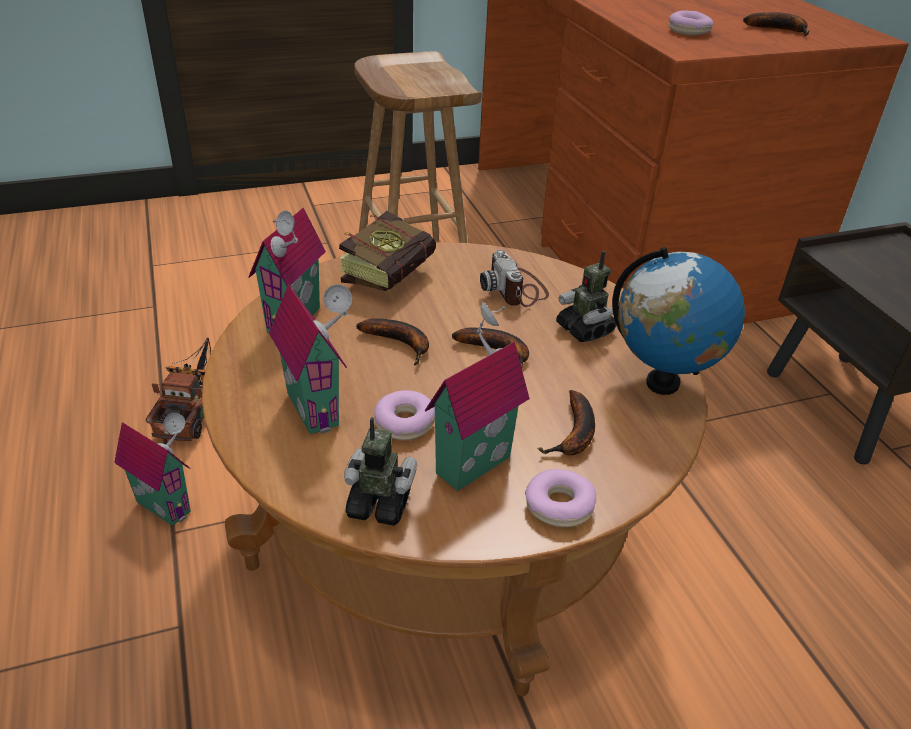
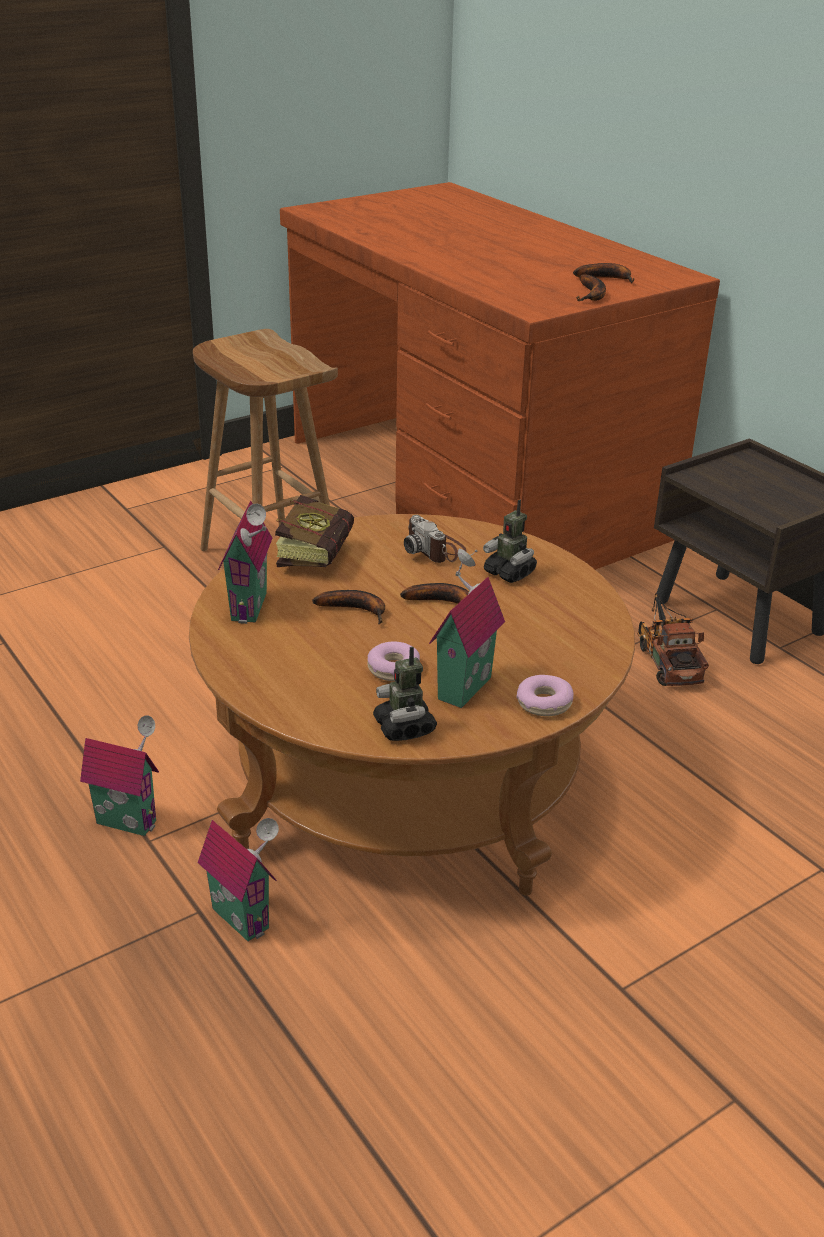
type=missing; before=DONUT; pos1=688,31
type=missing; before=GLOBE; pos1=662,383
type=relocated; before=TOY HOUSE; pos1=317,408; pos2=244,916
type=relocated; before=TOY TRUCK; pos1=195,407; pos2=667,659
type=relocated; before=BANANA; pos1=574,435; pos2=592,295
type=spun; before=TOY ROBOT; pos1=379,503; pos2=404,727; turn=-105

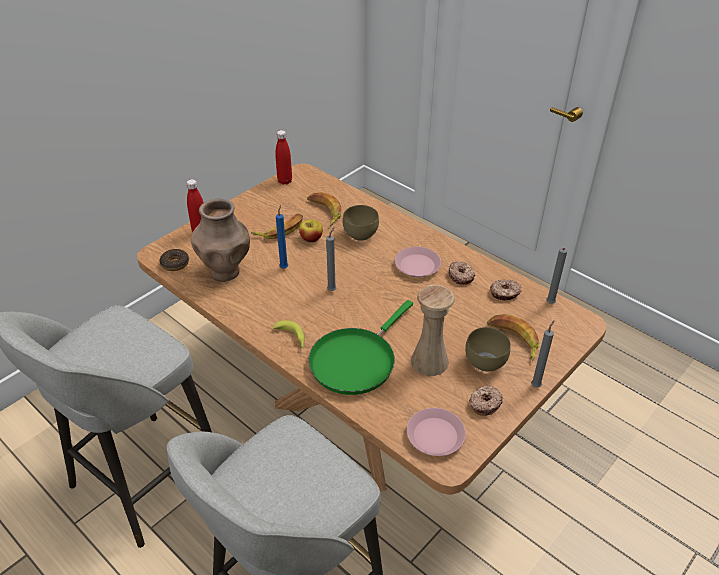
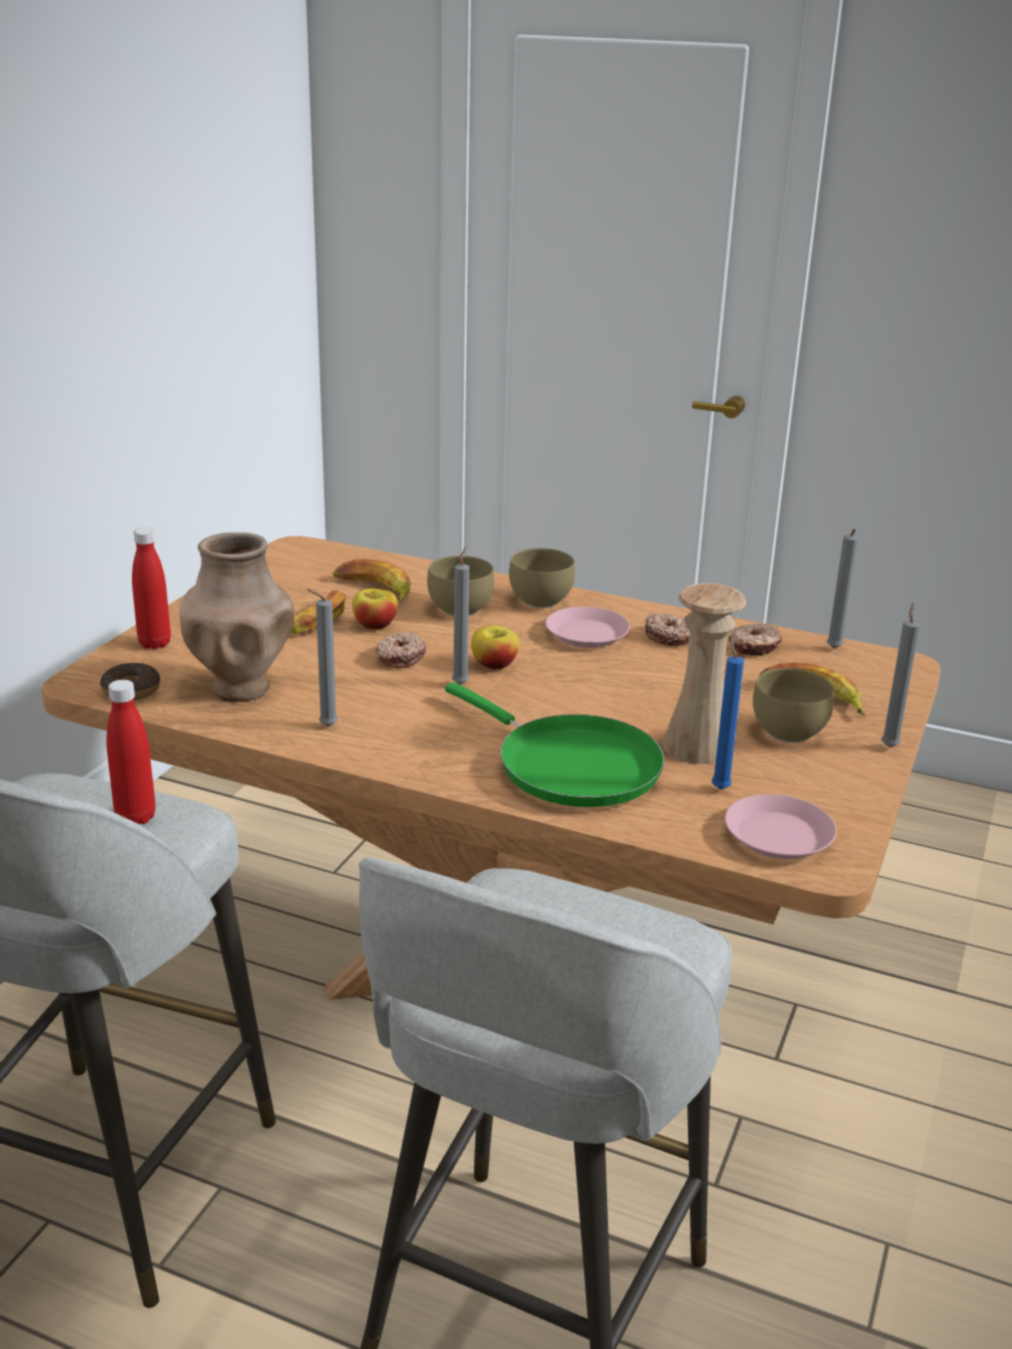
type=relocated; before=RED BOTTLE; pos1=285,181; pos2=135,817
type=relocated; before=BLUE CANDLE; pos1=284,267; pos2=719,787
type=spun; before=GREEN FRYING PAN; pos1=356,360; pos2=570,765; turn=-60
type=missing; before=BANANA; pos1=292,338
type=relocated; before=DONUT; pos1=484,403; pos2=399,658
type=appeared; after=BROWN BOWL; pos2=539,602
type=appeared; after=GREY CANDLE; pos2=325,726
type=appeared; after=APPLE; pos2=494,665

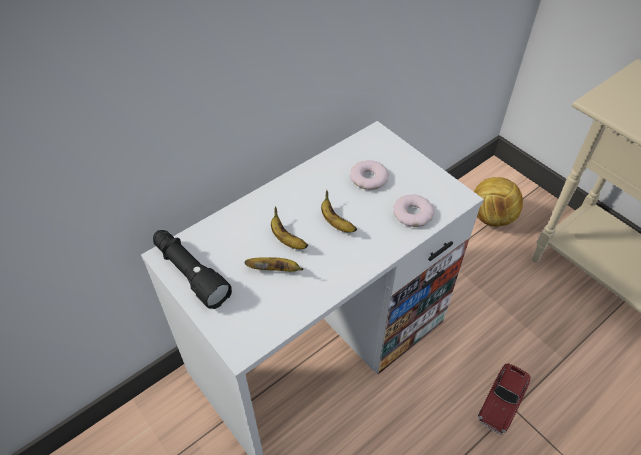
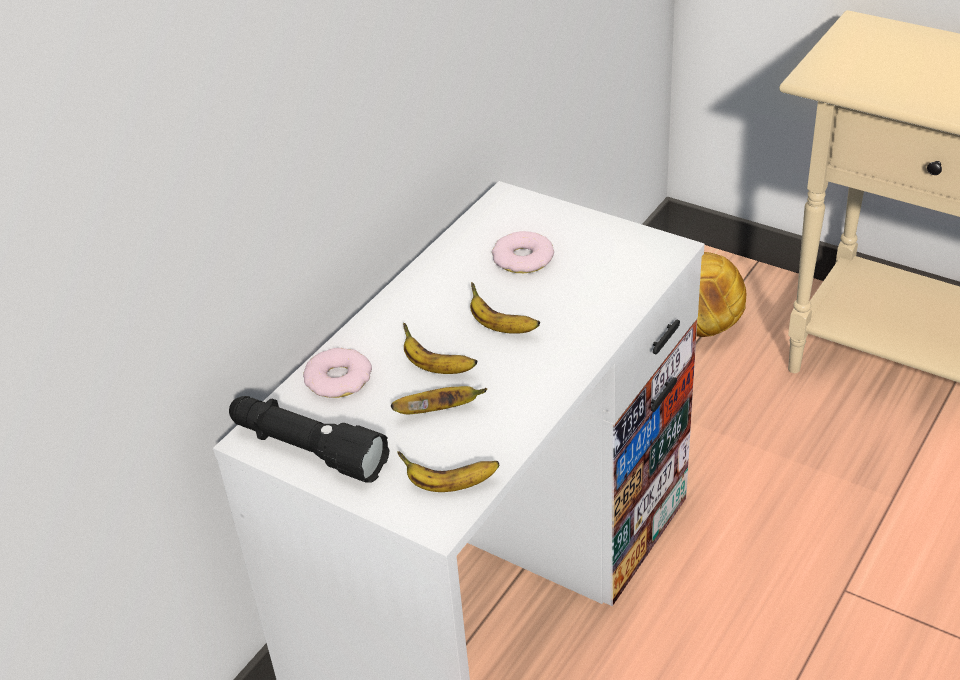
type=relocated; before=DONUT; pos1=413,214; pos2=338,379
type=missing; before=TOY CAR; pos1=502,401
type=appeared; after=BANANA; pos2=450,485

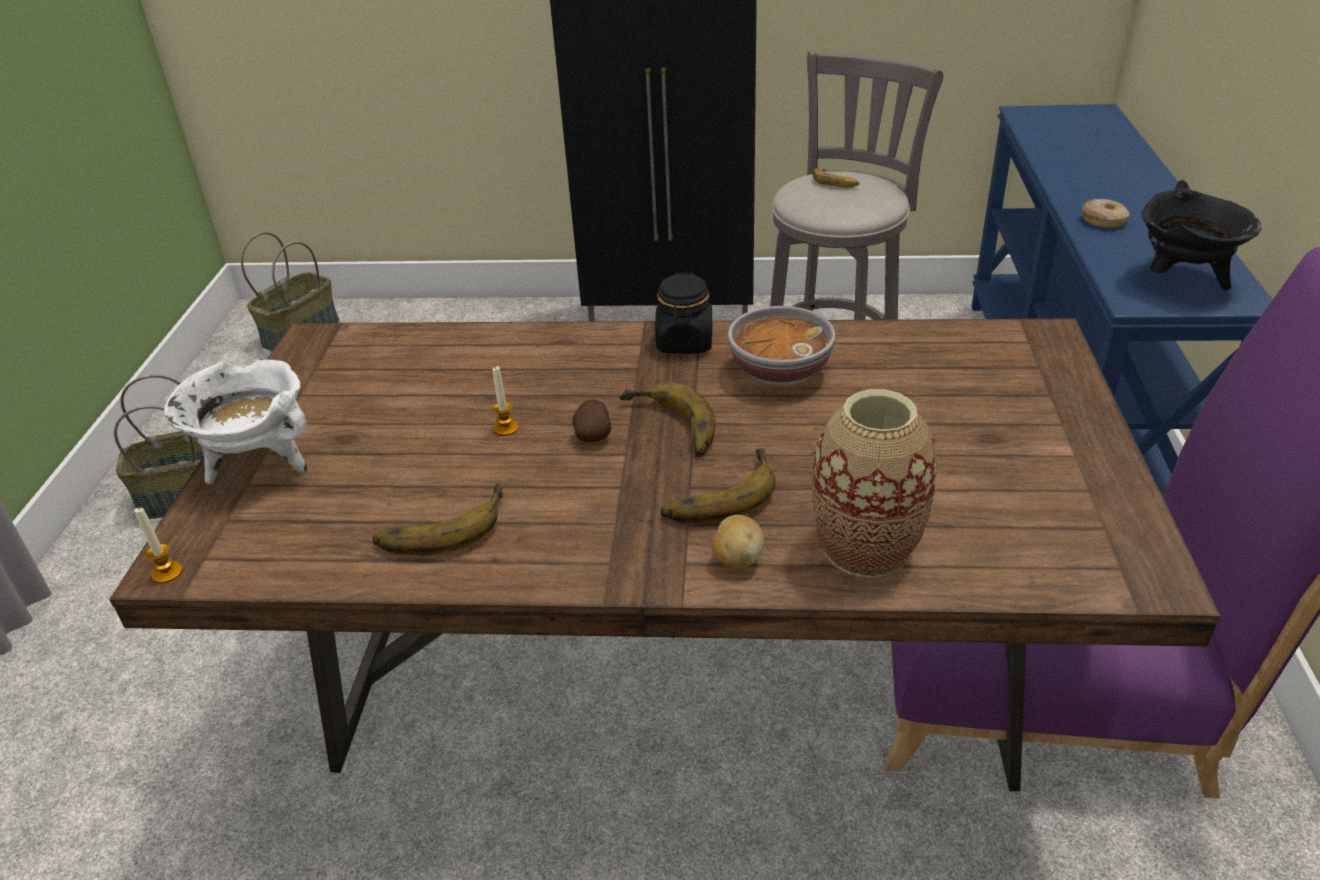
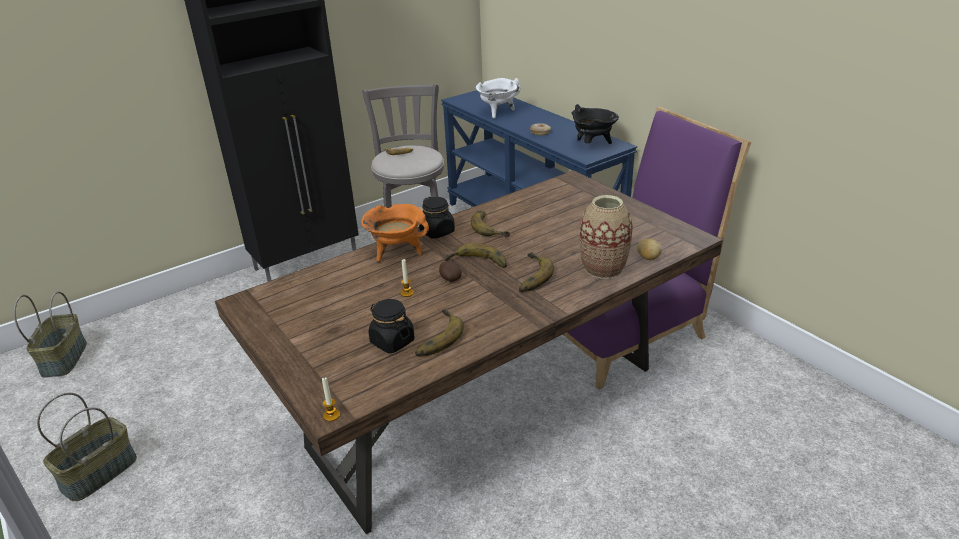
type=exchanged; before=BOWL; after=BANANA; pos1=779,370; pos2=491,227
type=relocated; before=WHITE COOKING POT; pos1=259,463; pos2=497,113
type=relocated; before=POTATO; pos1=737,559; pos2=648,258
type=appeared; after=ORANGE COOKING POT; pos2=397,253
type=appeared; after=BLACK JAR; pos2=392,341

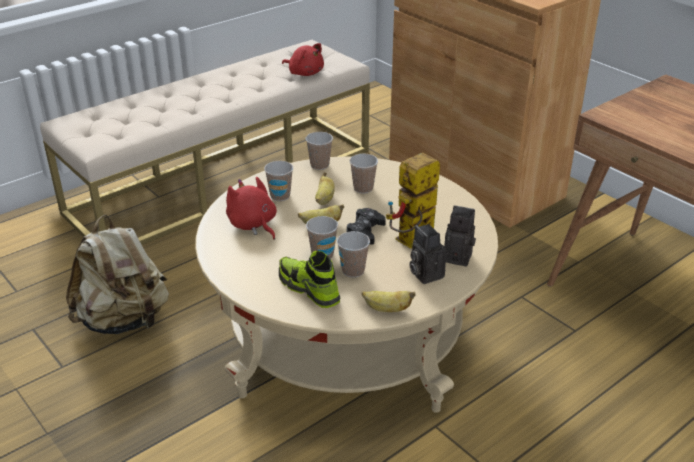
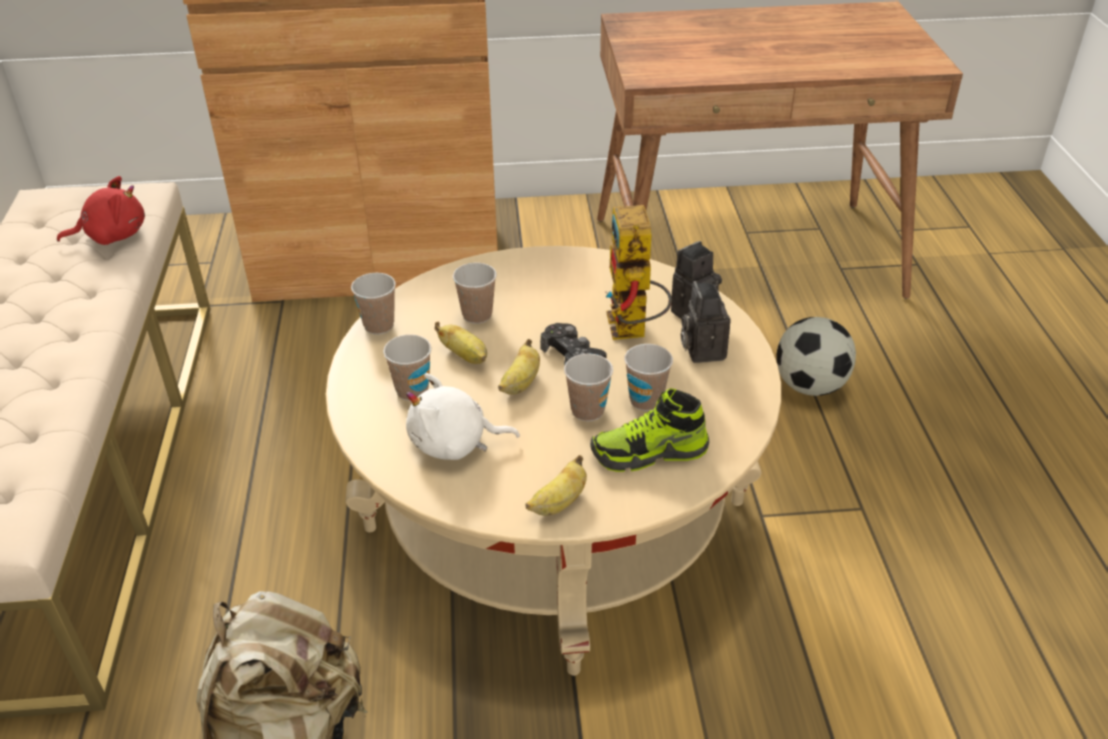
type=colour; before=RED PLUSH TOY; after=WHITE PLUSH TOY; pos1=253,225; pos2=454,444
type=spun; before=PHOTO CAMERA; pos1=424,274; pos2=701,349; turn=75
type=relocated; before=BANANA; pos1=387,309; pos2=558,503
type=appeared; after=FOOTBALL; pos2=810,385

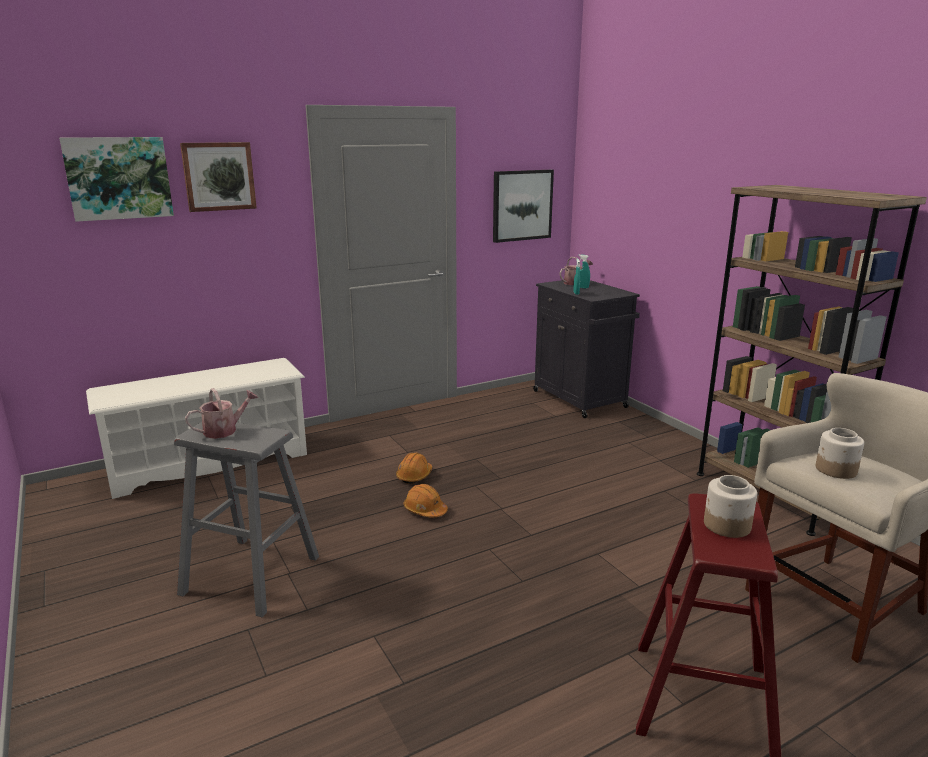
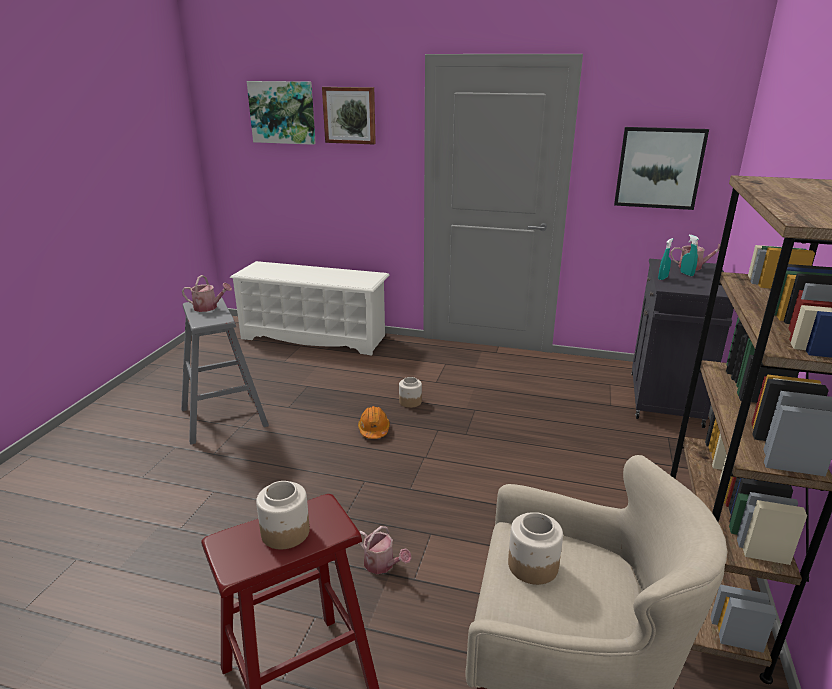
type=exchanged; before=ORANGE HARD HAT; after=JAR; pos1=414,476; pos2=410,402
type=appeared; after=WATERING CAN; pos2=382,565

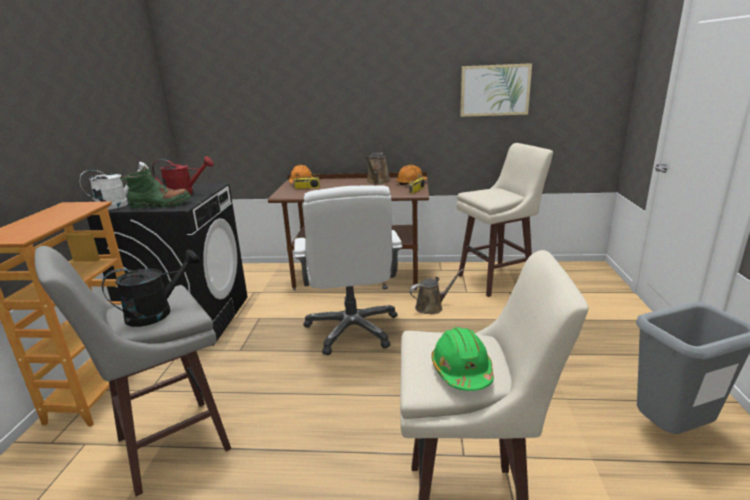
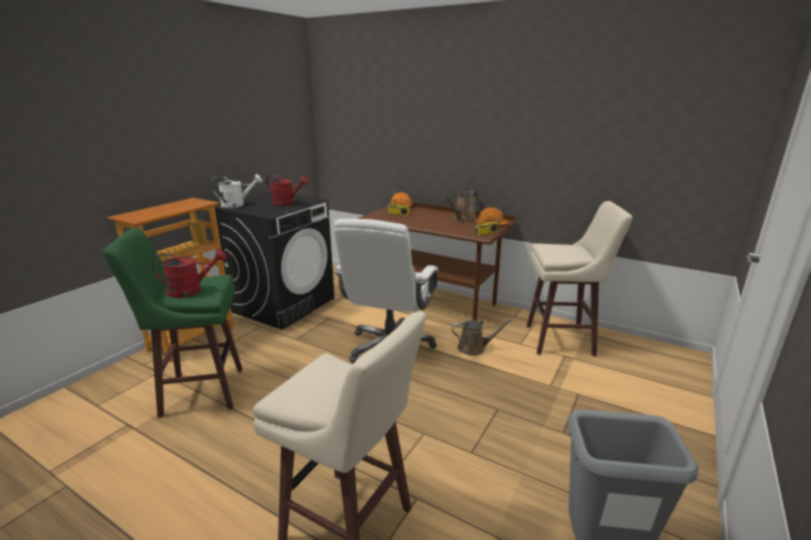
type=missing; before=PICTURE; pos1=494,90
type=missing; before=GREEN BOOT; pos1=160,205
type=colour; before=GREY STOOL; after=GREEN STOOL; pos1=169,445; pos2=200,391
type=colour; before=BLACK WATERING CAN; after=RED WATERING CAN; pos1=157,312; pos2=191,290
type=missing; before=GREEN HARD HAT; pos1=461,371

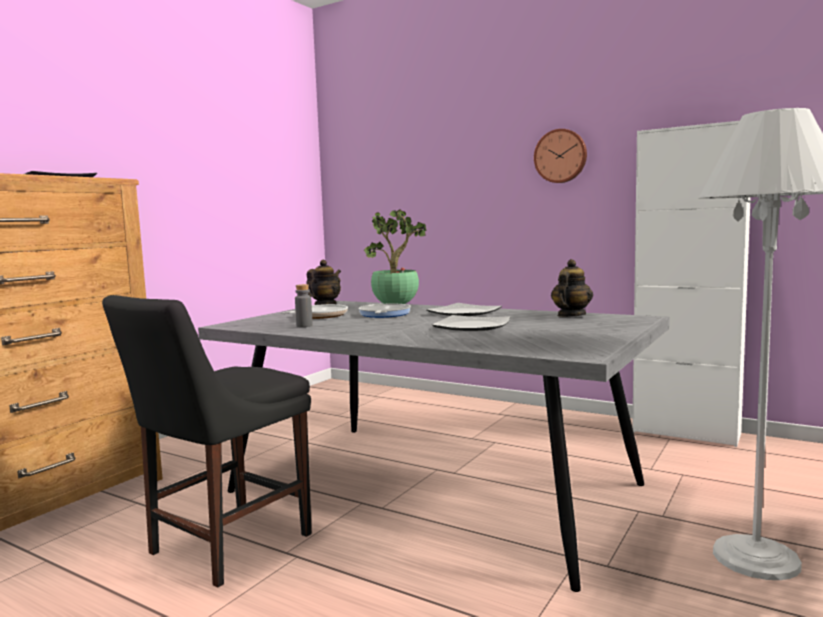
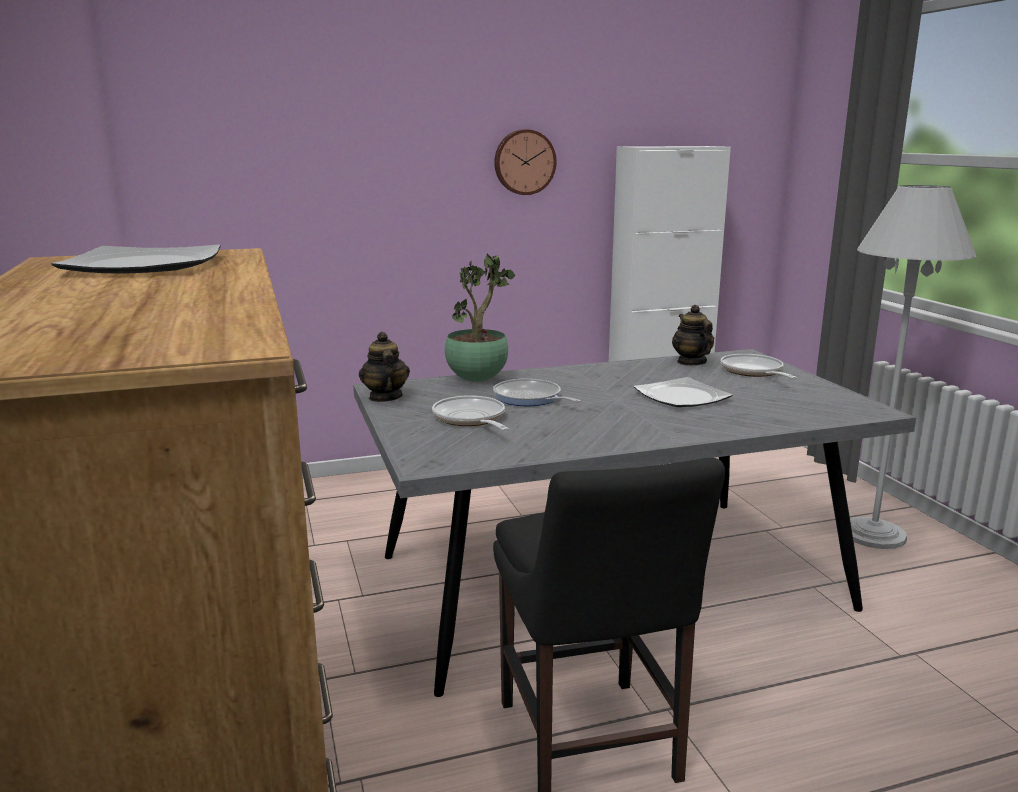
type=missing; before=GREY BOTTLE; pos1=304,326
type=missing; before=PLATE; pos1=464,312
type=appeared; after=FRYING PAN; pos2=753,372

